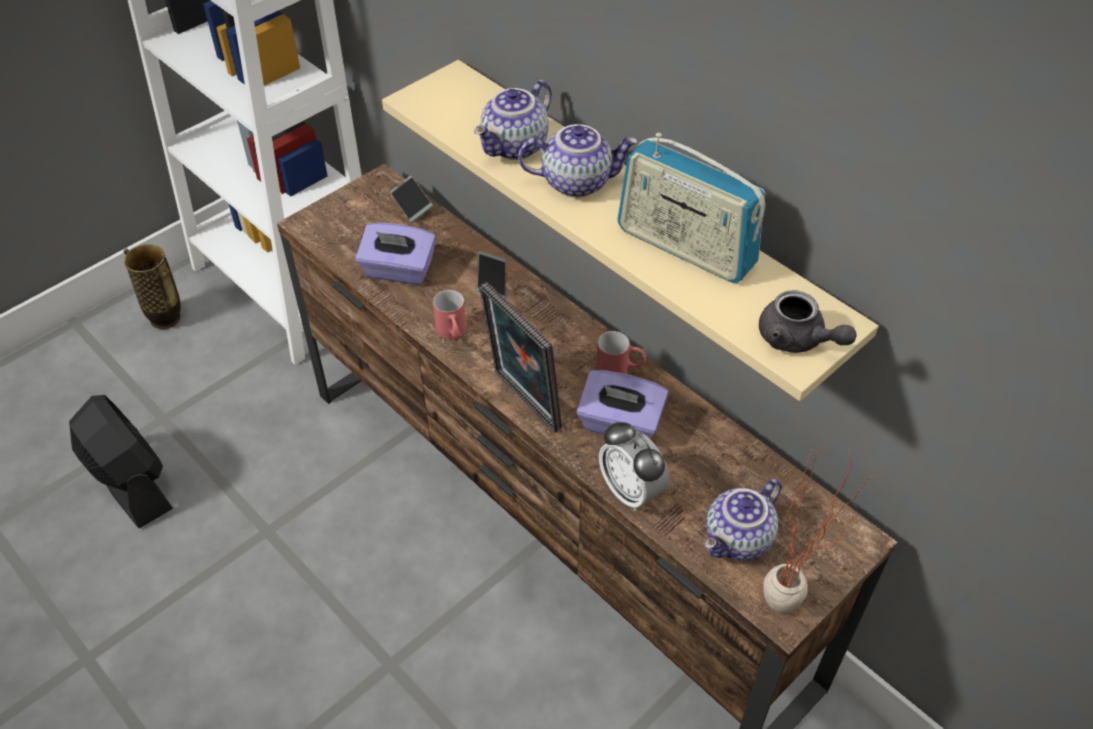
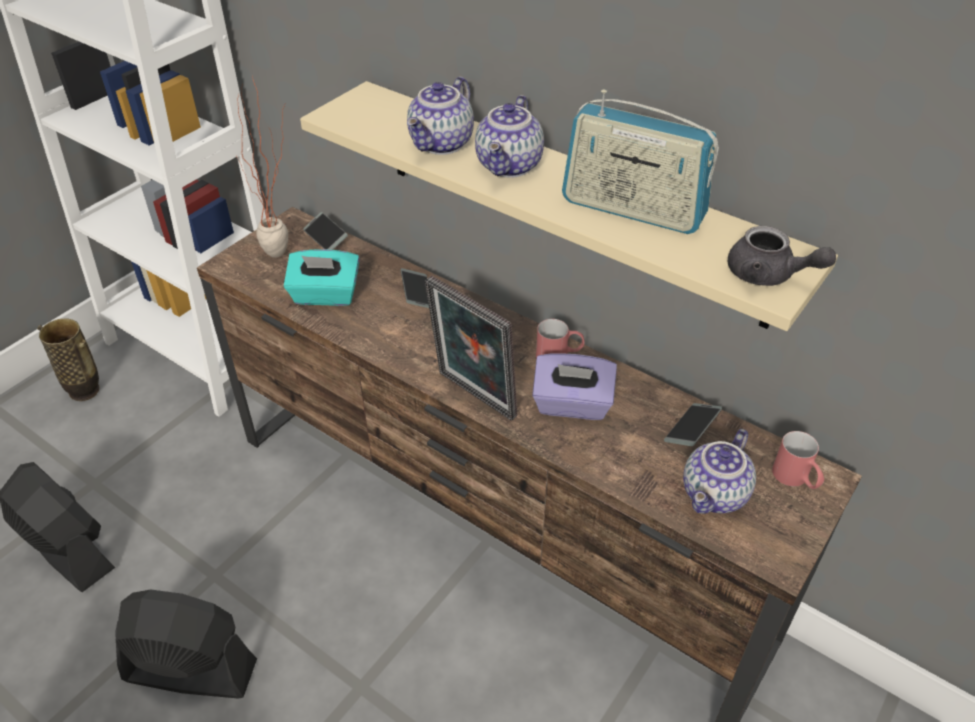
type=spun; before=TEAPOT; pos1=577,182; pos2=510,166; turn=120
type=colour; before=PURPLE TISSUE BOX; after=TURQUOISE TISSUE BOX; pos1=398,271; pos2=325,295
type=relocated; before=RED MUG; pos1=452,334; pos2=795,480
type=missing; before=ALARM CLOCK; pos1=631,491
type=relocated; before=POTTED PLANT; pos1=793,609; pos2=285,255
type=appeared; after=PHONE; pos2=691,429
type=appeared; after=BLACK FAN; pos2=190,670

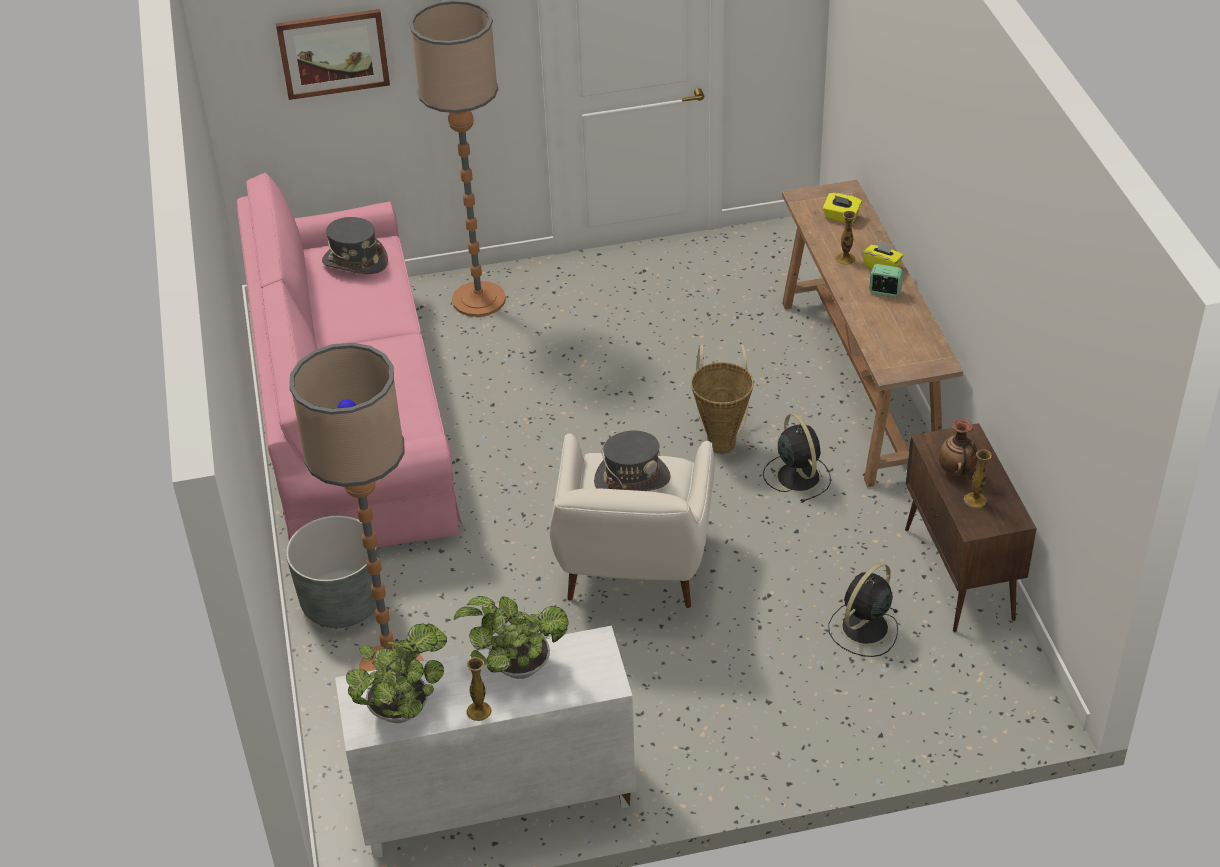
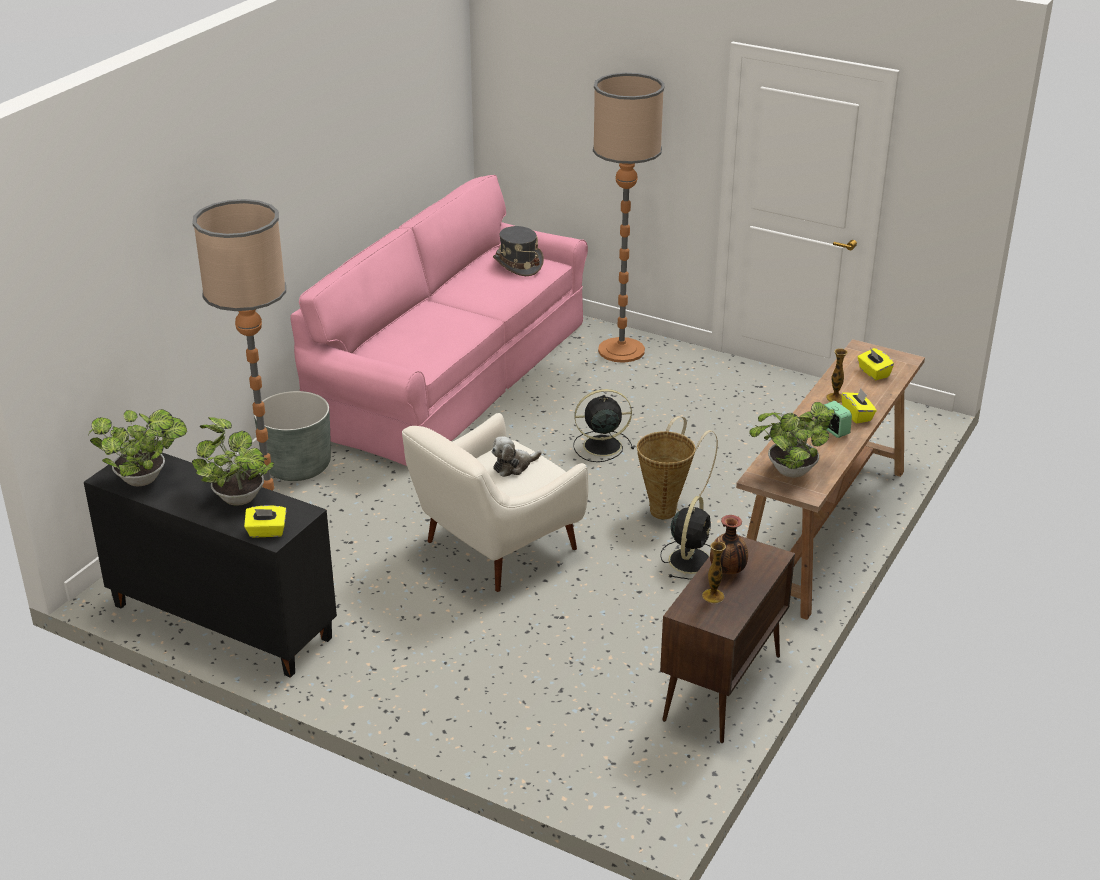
type=missing; before=PICTURE; pos1=333,53
type=exchanged; before=GREY HAT; after=PLUSH TOY; pos1=632,479; pos2=513,466
type=relocated; before=BLACK FAN; pos1=863,628; pos2=600,446
type=colour; before=WHITE CABINET; after=BLACK CABINET; pos1=494,802; pos2=220,622
type=missing; before=VASE; pos1=479,711
type=appeared; after=POTTED PLANT; pos2=788,472
type=appeared; after=YELLOW TISSUE BOX; pos2=266,532

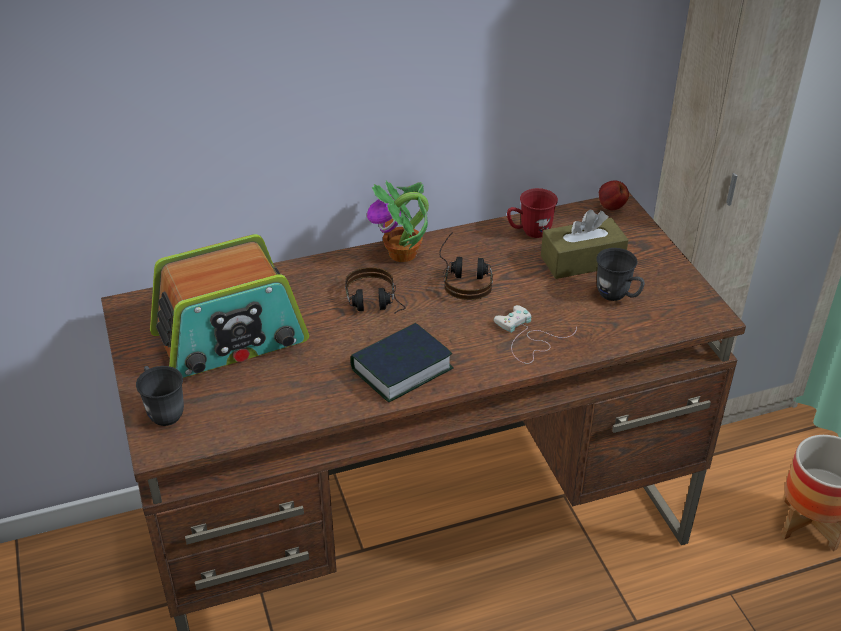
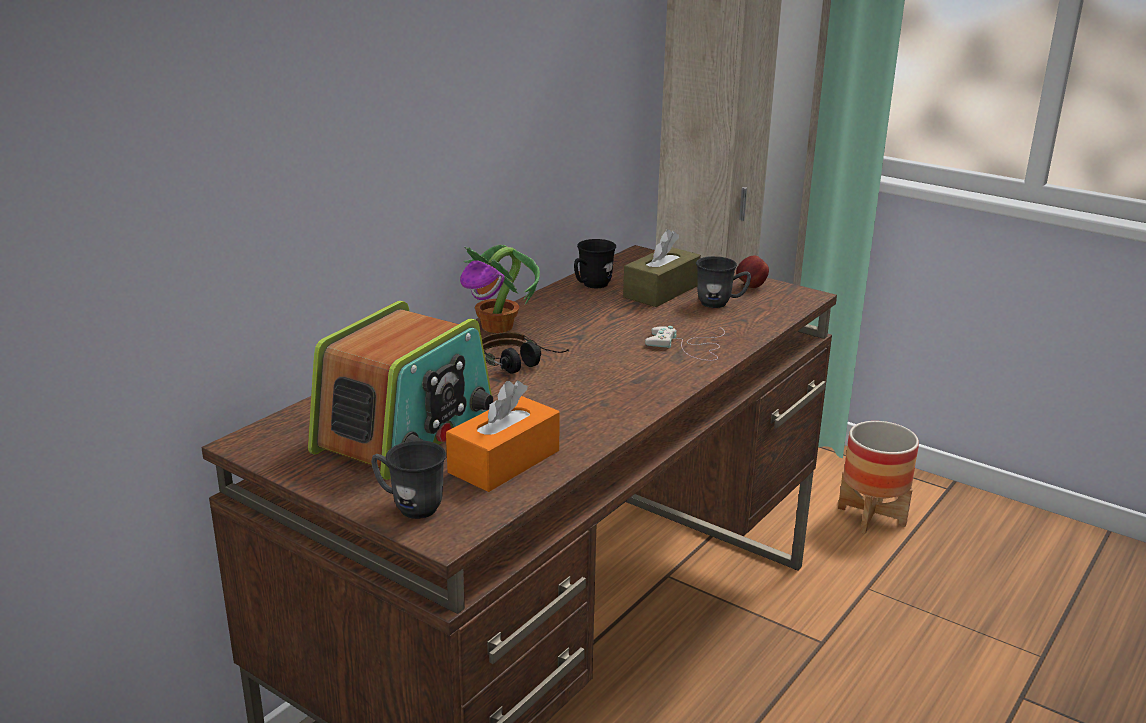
type=relocated; before=APPLE; pos1=611,207; pos2=751,286
type=colour; before=RED MUG; after=BLACK MUG; pos1=529,232; pos2=591,286
type=missing; before=HEADPHONES; pos1=465,277
type=missing; before=BOOK; pos1=401,369
type=appeared; after=ORANGE TISSUE BOX; pos2=504,461

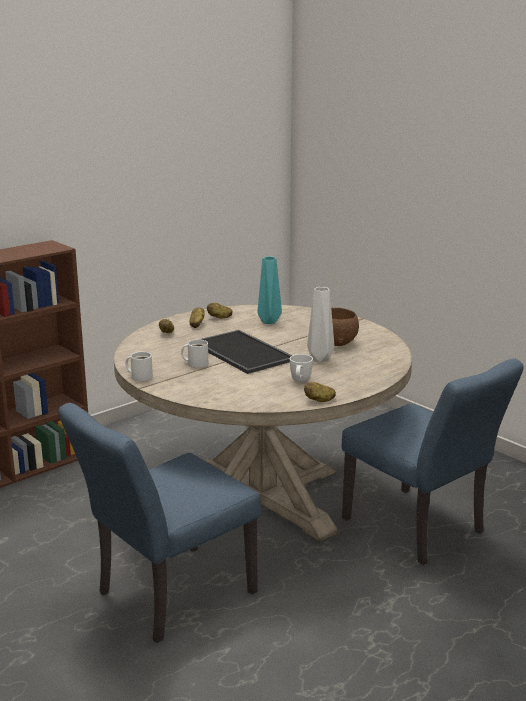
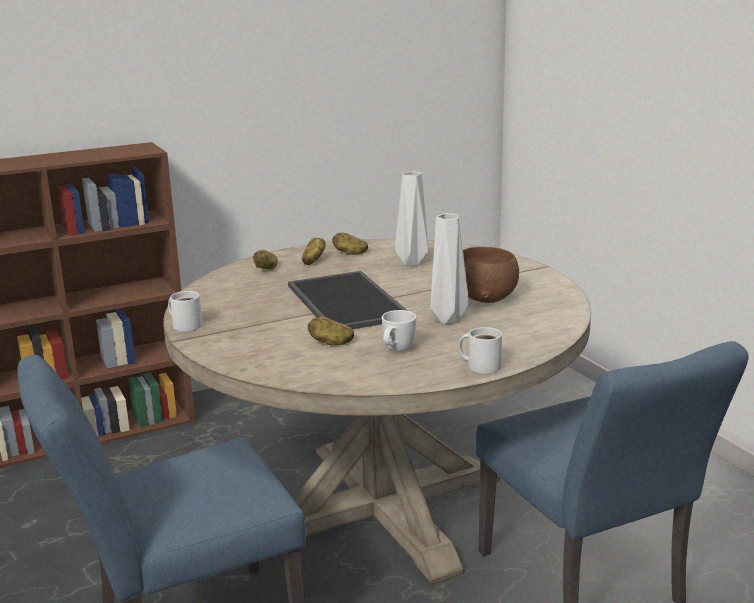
type=colour; before=TURQUOISE VASE; after=GREY VASE; pos1=268,321; pos2=411,262
type=relocated; before=WHITE MUG; pos1=196,363; pos2=481,365
type=relocated; before=POTATO; pos1=319,400; pos2=331,343

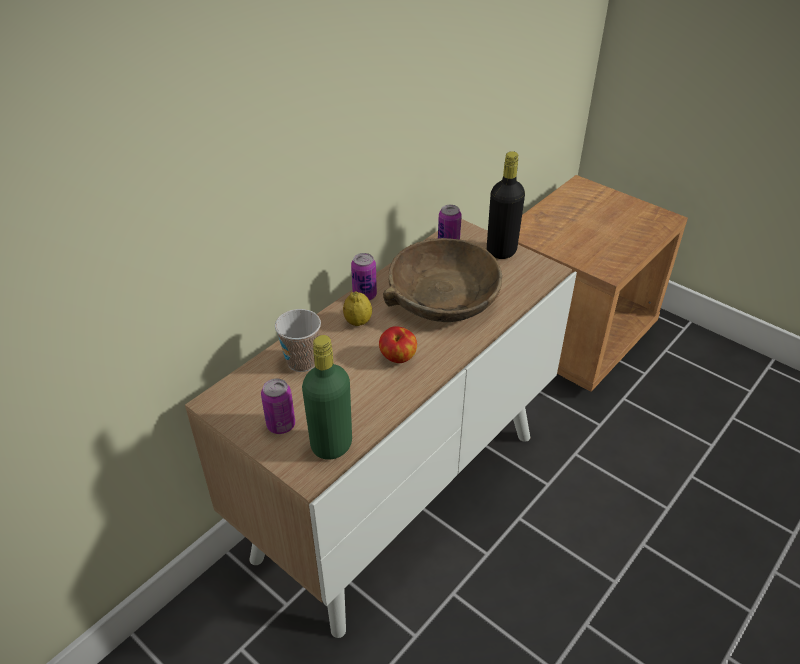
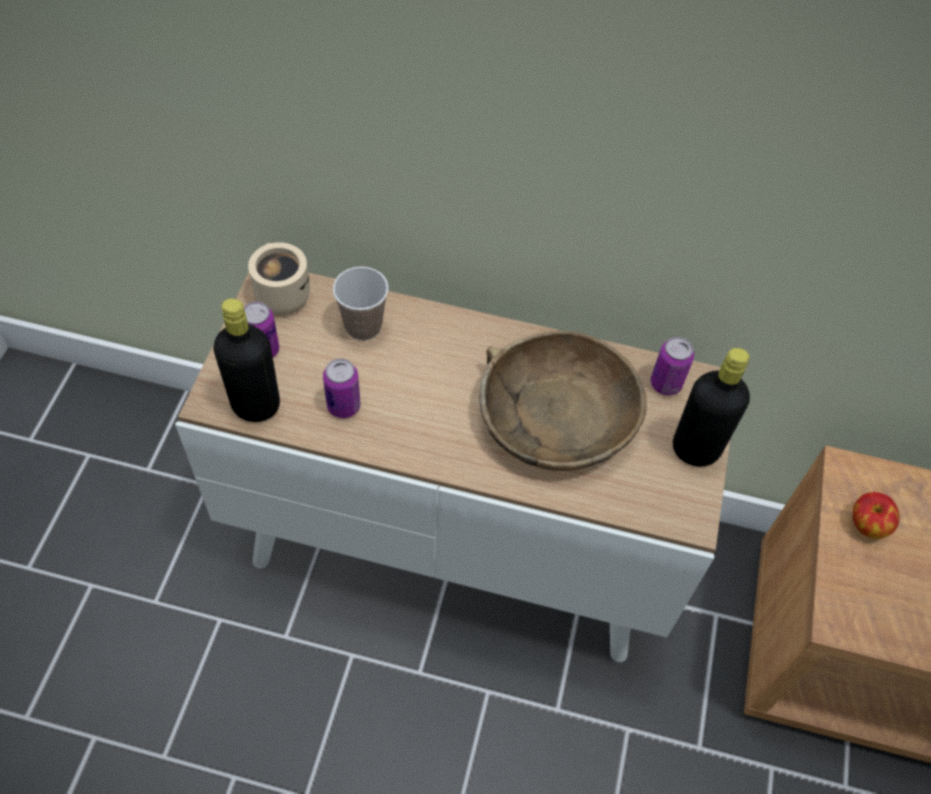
type=relocated; before=CAN; pos1=364,295; pos2=343,406
type=missing; before=LEMON; pos1=358,322
type=relocated; before=APPLE; pos1=398,358; pos2=866,525
type=colour; before=GREEN BOTTLE; after=BLACK BOTTLE; pos1=331,445; pos2=256,405
type=appeared; after=BEIGE MUG; pos2=279,293

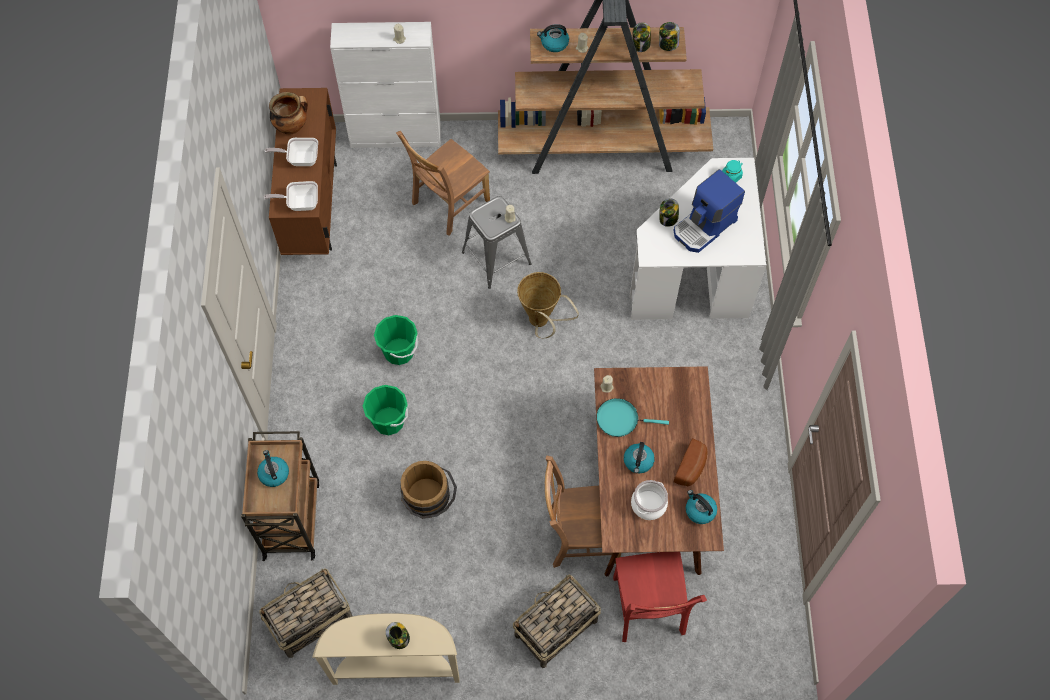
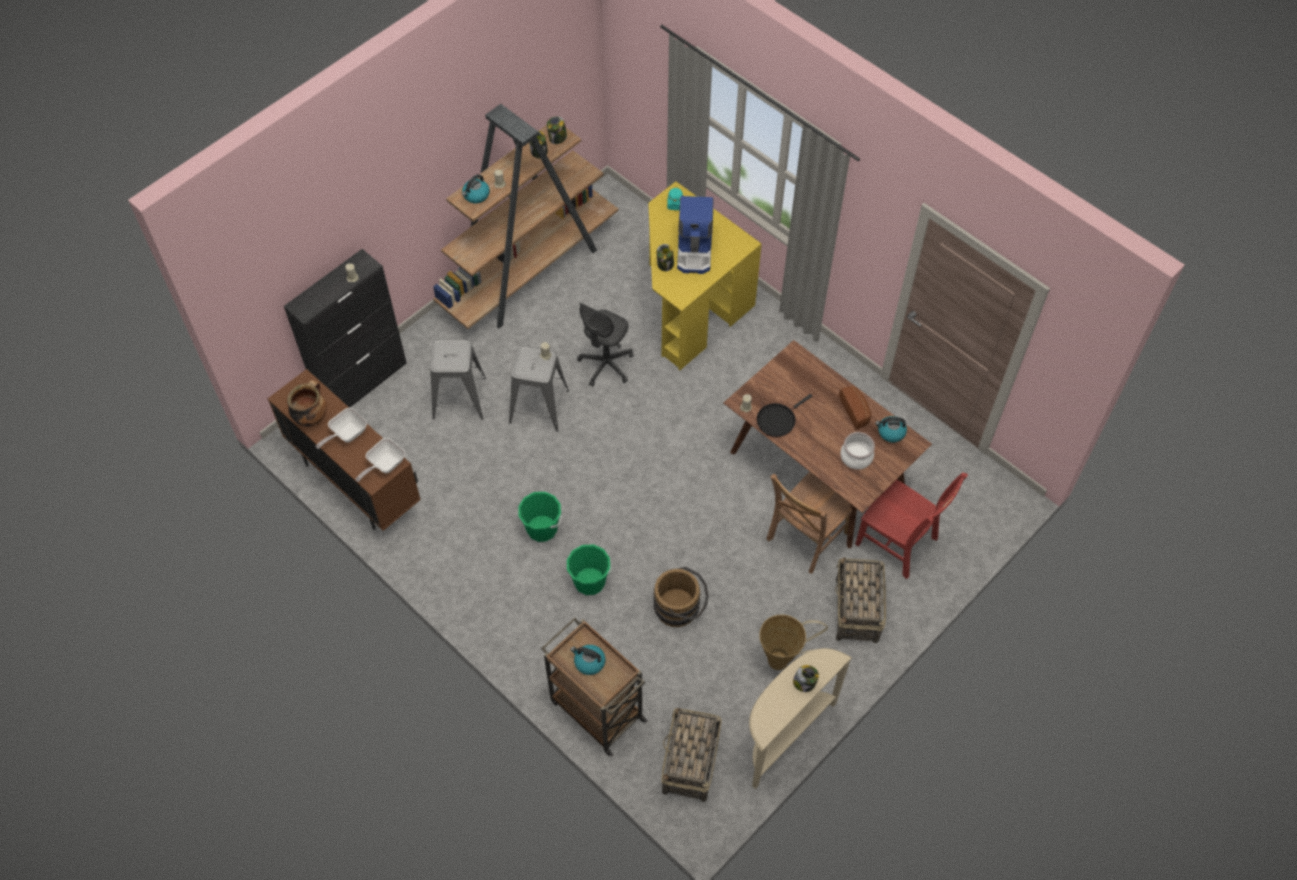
type=colour; before=WHITE CABINET; after=BLACK CABINET; pos1=396,135; pos2=363,382
type=exchanged; before=BROWN CHAIR; after=GREY STOOL; pos1=448,204; pos2=459,398
type=colour; before=WHITE DESK; after=YELLOW DESK; pos1=695,273; pos2=689,305
type=relocated; before=BASKET; pos1=541,323; pos2=783,662
type=colour; before=TURQUOISE FRYING PAN; after=BLACK FRYING PAN; pos1=620,419; pos2=778,420
type=missing; before=KETTLE; pos1=638,461
type=appeared; after=GREY OFFICE CHAIR; pos2=606,365

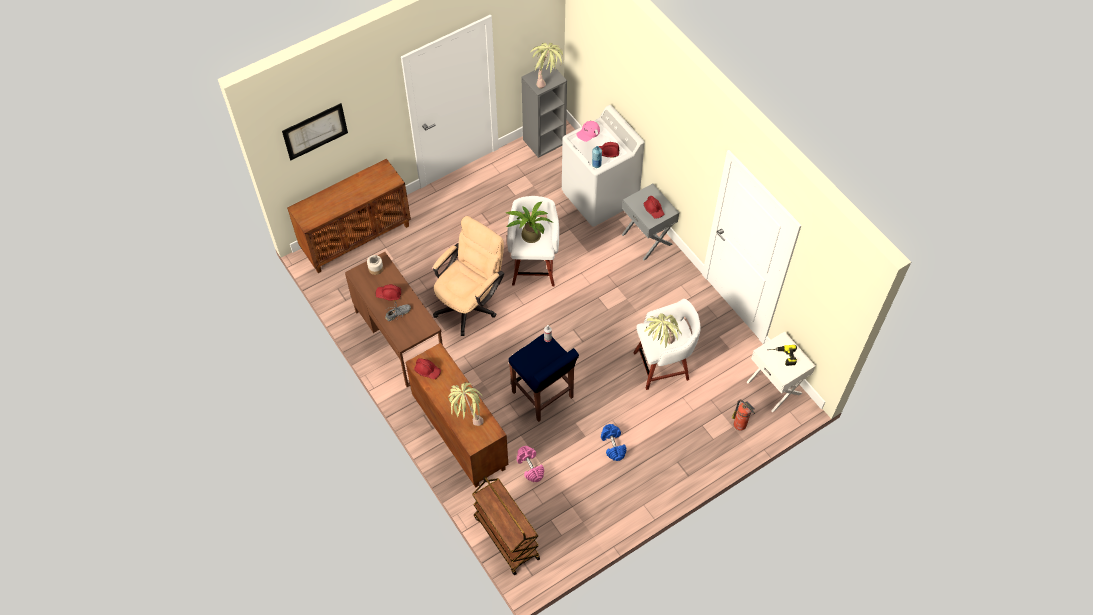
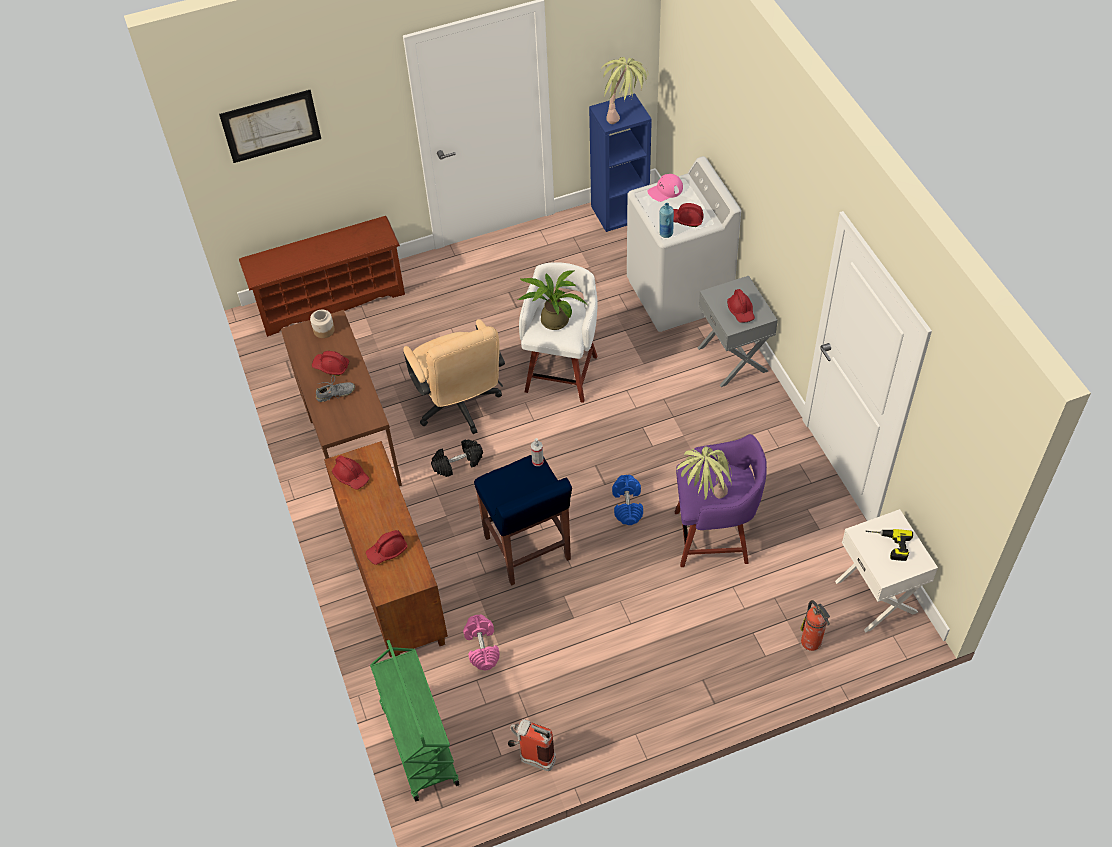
type=colour; before=GREY BOOKCASE; after=BLUE BOOKCASE; pos1=544,141; pos2=620,212
type=exchanged; before=BROWN CABINET; after=BROWN SHOE RACK; pos1=356,238; pos2=331,300
type=spun; before=BEIGE OFFICE CHAIR; pos1=470,303; pos2=460,407; turn=105
type=colour; before=WHITE STOOL; after=PURPLE STOOL; pos1=663,366; pos2=714,537
type=exchanged; before=POTTED PLANT; after=RED HARD HAT; pos1=467,417; pos2=387,551
type=relocated; before=BLUE DUMBBELL; pos1=613,445; pos2=627,505
type=colour; before=BROWN CART; after=GREEN CART; pos1=506,537; pos2=418,743
type=appeared; after=BLACK DUMBBELL; pos2=458,463
type=appeared; after=FIRE EXTINGUISHER; pos2=531,757

